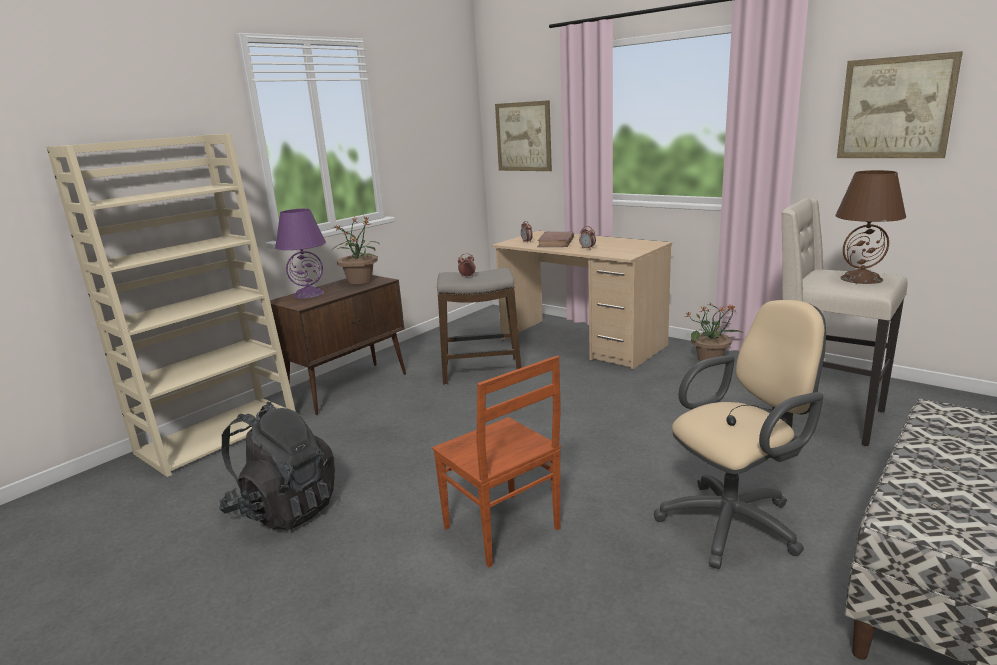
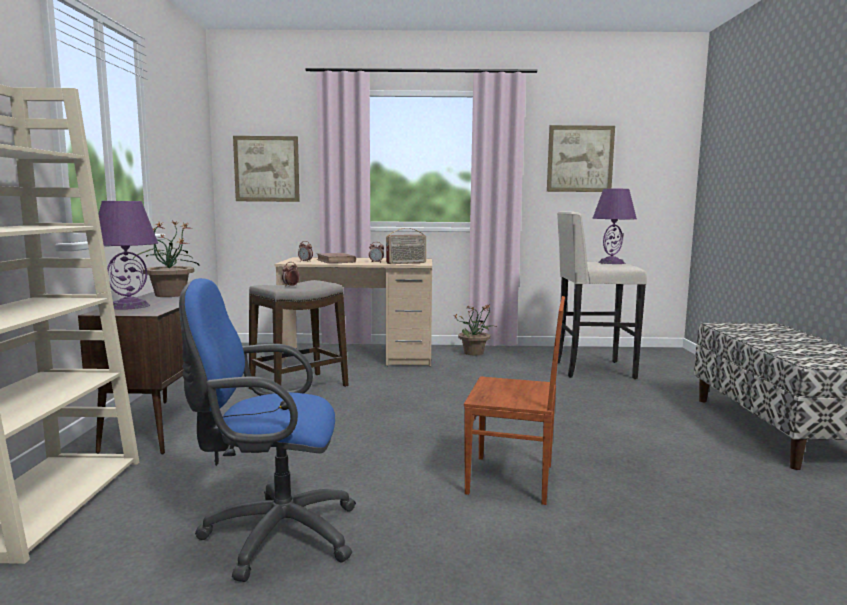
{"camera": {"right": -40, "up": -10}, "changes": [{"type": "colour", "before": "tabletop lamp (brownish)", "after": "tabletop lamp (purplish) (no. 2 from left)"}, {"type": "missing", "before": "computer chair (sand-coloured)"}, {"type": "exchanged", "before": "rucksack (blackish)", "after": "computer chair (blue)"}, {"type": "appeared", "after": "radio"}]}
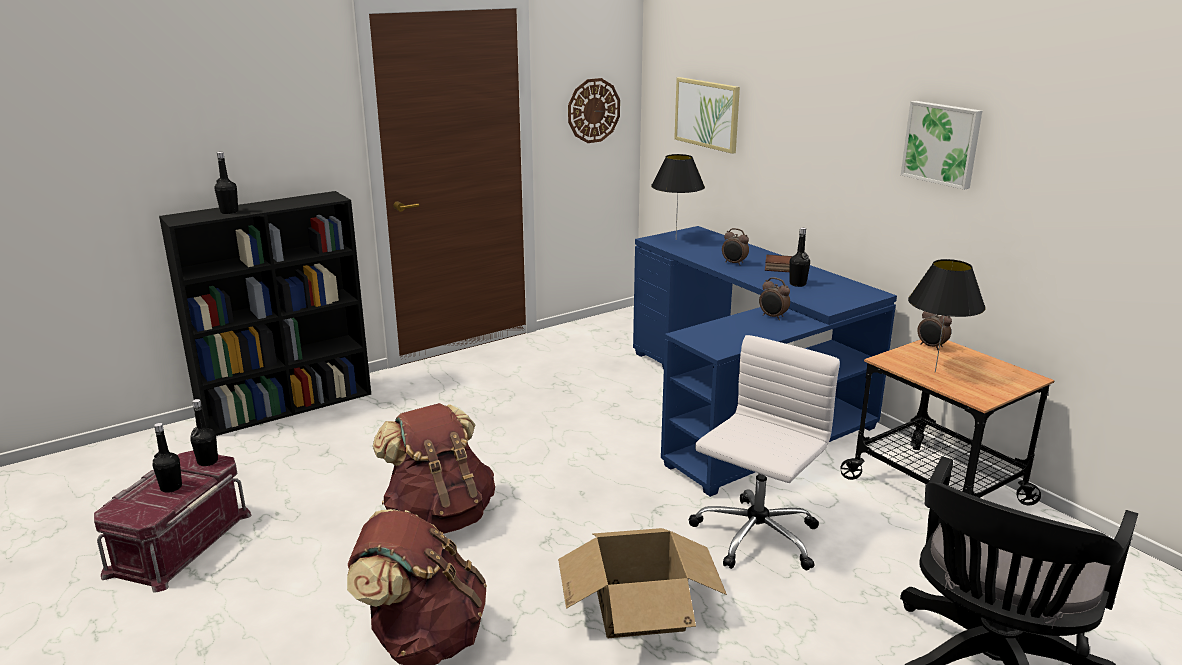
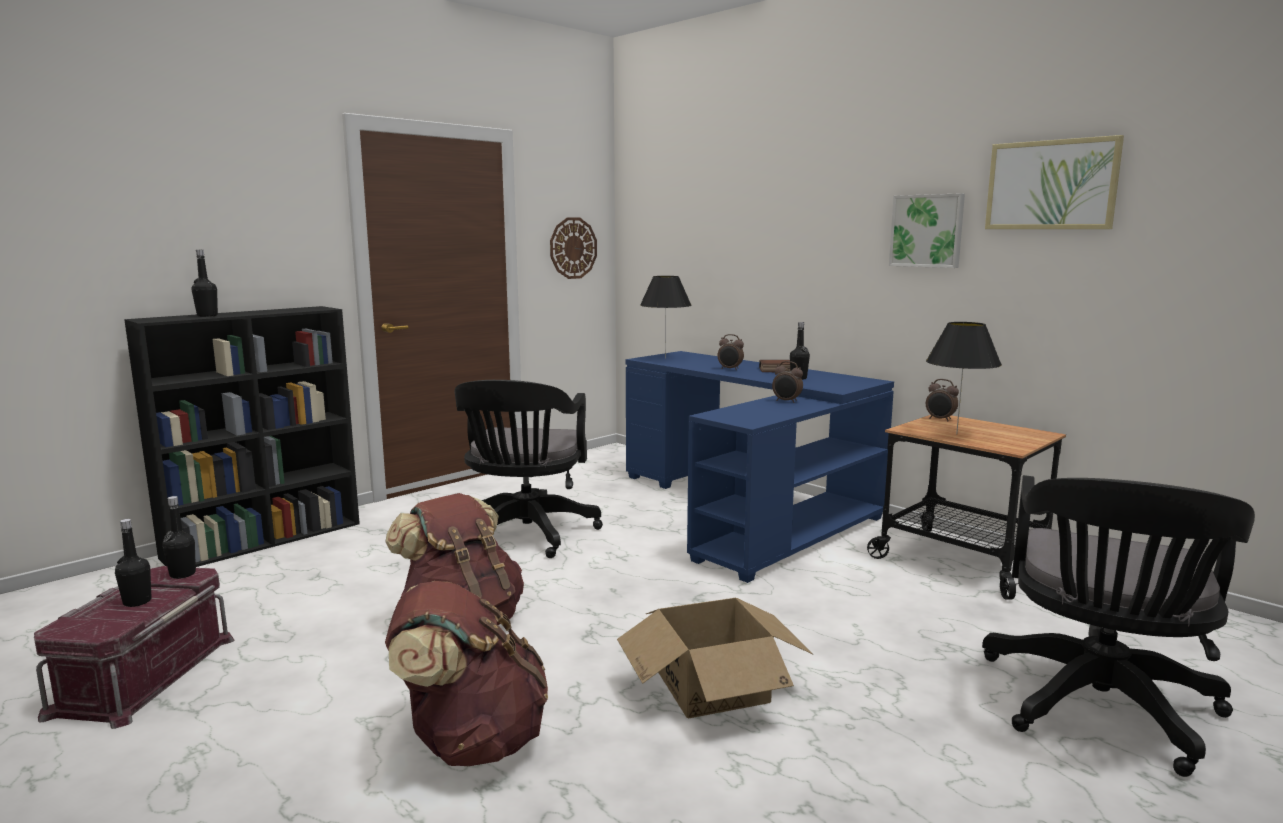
{"camera": {"right": -10, "up": -10}, "changes": [{"type": "relocated", "before": "picture (no. 1 from left in the first image)", "after": "picture (no. 2 from left)"}, {"type": "missing", "before": "computer chair (whitish)"}, {"type": "appeared", "after": "computer chair (blackish) (no. 1 from left)"}]}
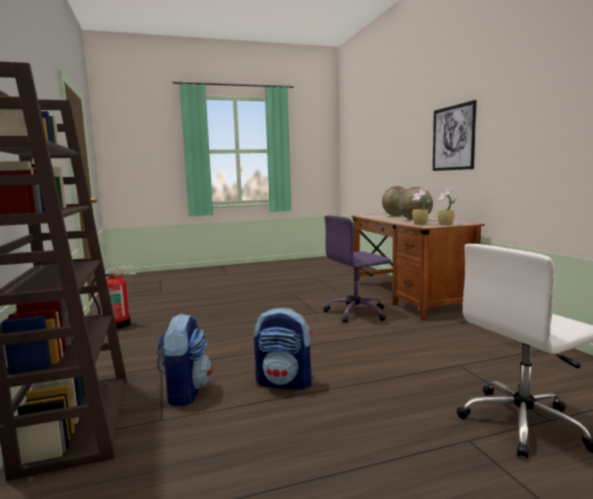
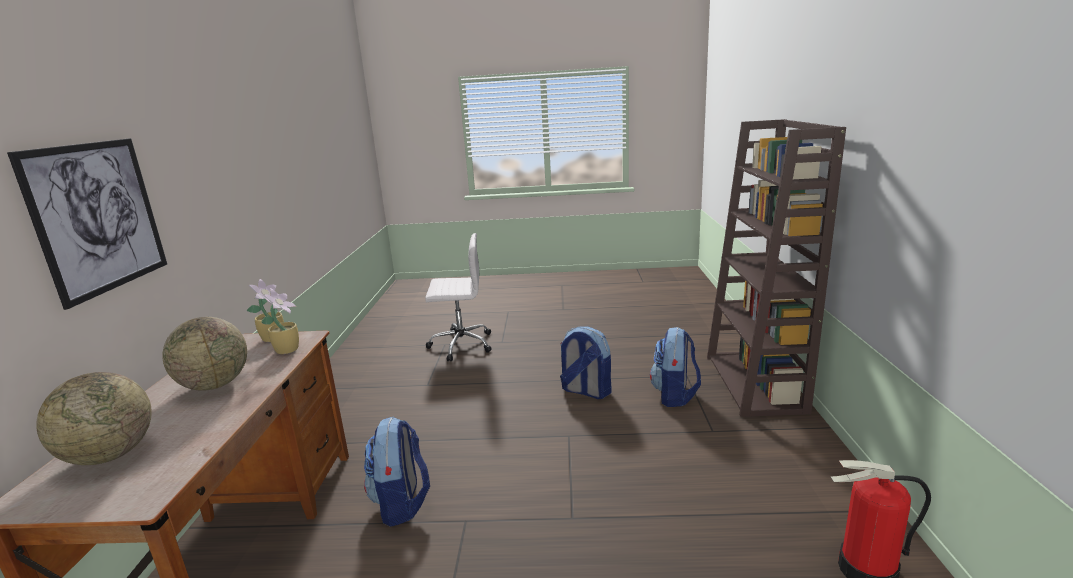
{"camera": {"right": -160, "up": 10}, "changes": [{"type": "exchanged", "before": "computer chair (purplish)", "after": "rucksack (no. 1 from left)"}]}
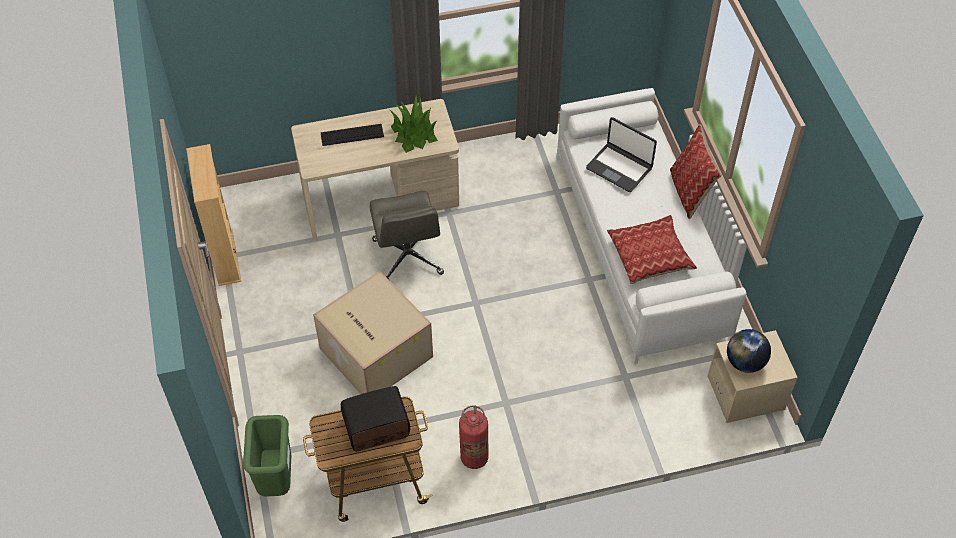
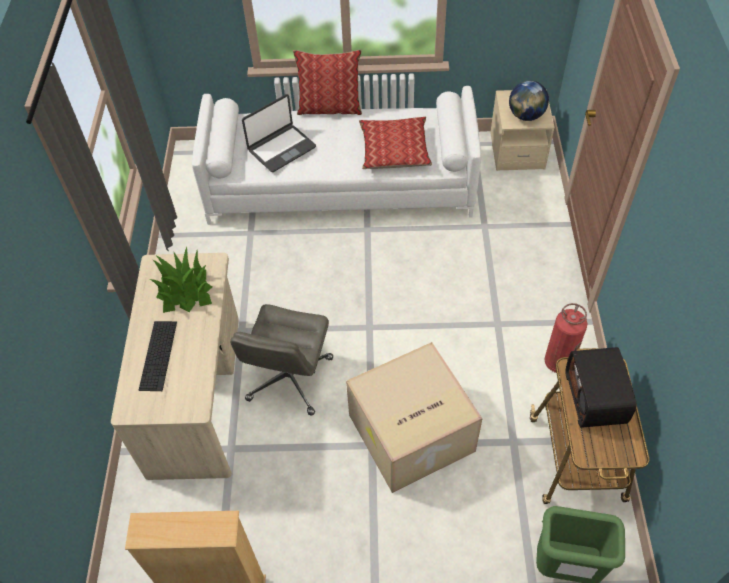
{"camera": {"right": -75, "up": 0}, "changes": [{"type": "spun", "before": "computer chair (grey)", "turn": 105}]}
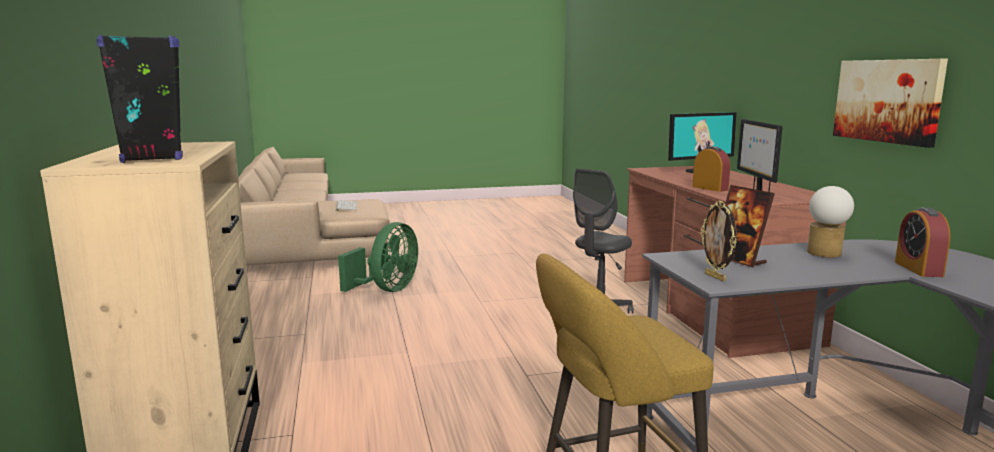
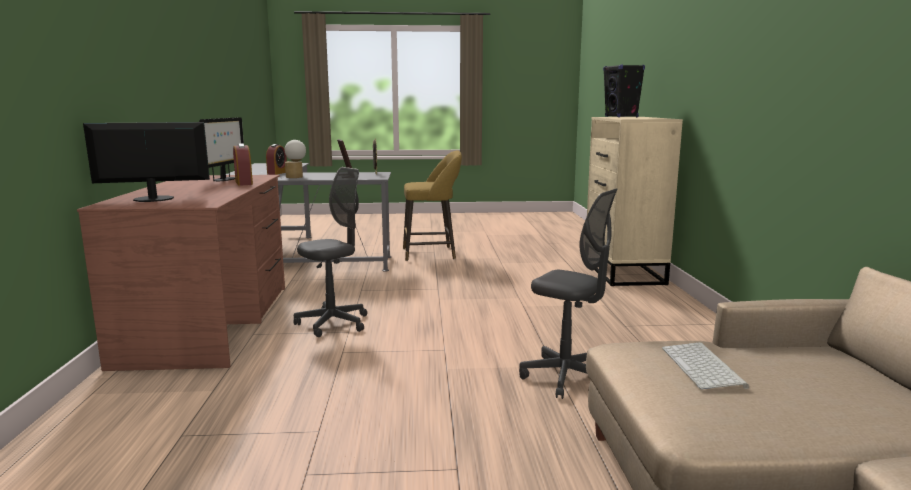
{"camera": {"right": -170, "up": 0}, "changes": [{"type": "missing", "before": "picture"}, {"type": "exchanged", "before": "electric fan (greenish)", "after": "computer chair (grey) (no. 2 from left)"}]}
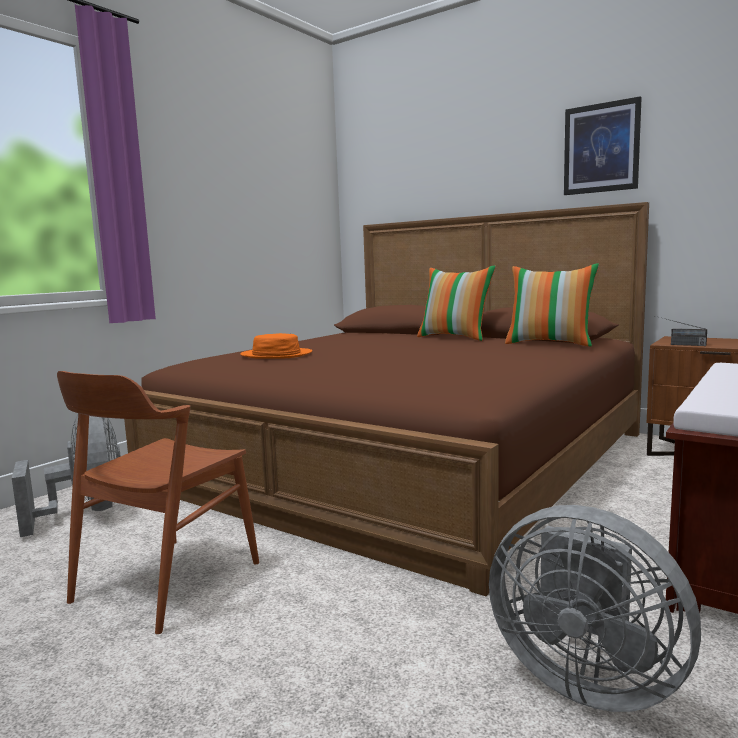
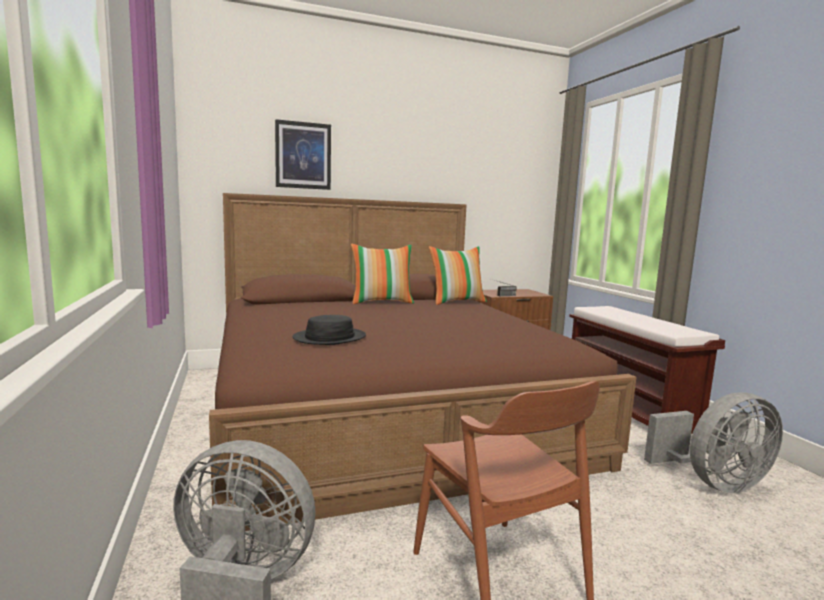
{"camera": {"right": -55, "up": 0}, "changes": [{"type": "relocated", "before": "picture"}, {"type": "colour", "before": "clothing hat (orange)", "after": "clothing hat (blackish)"}]}
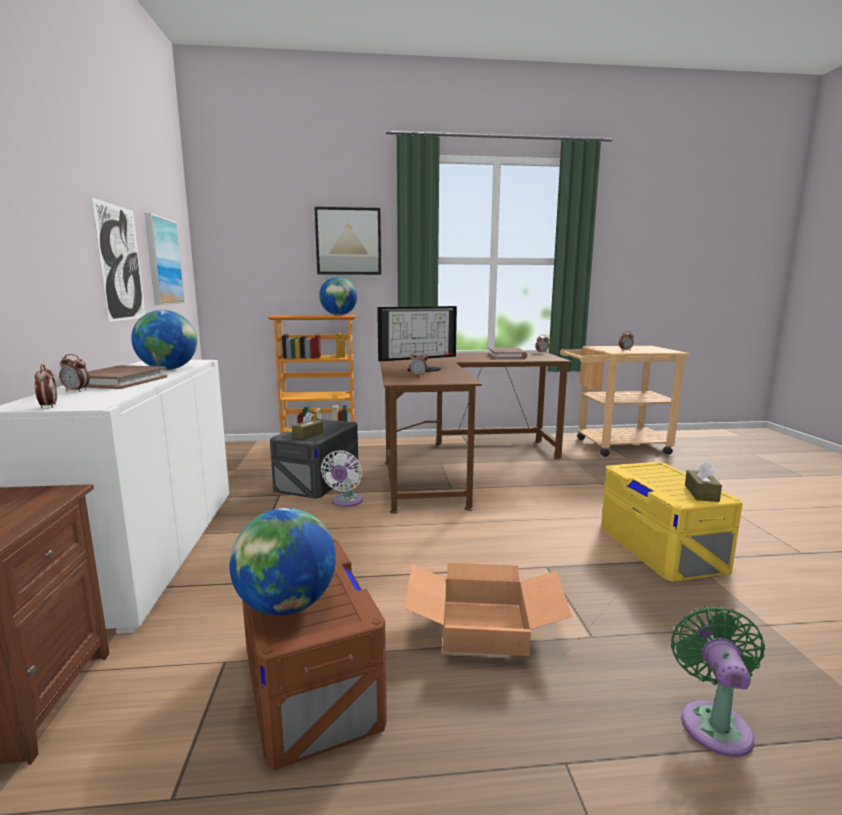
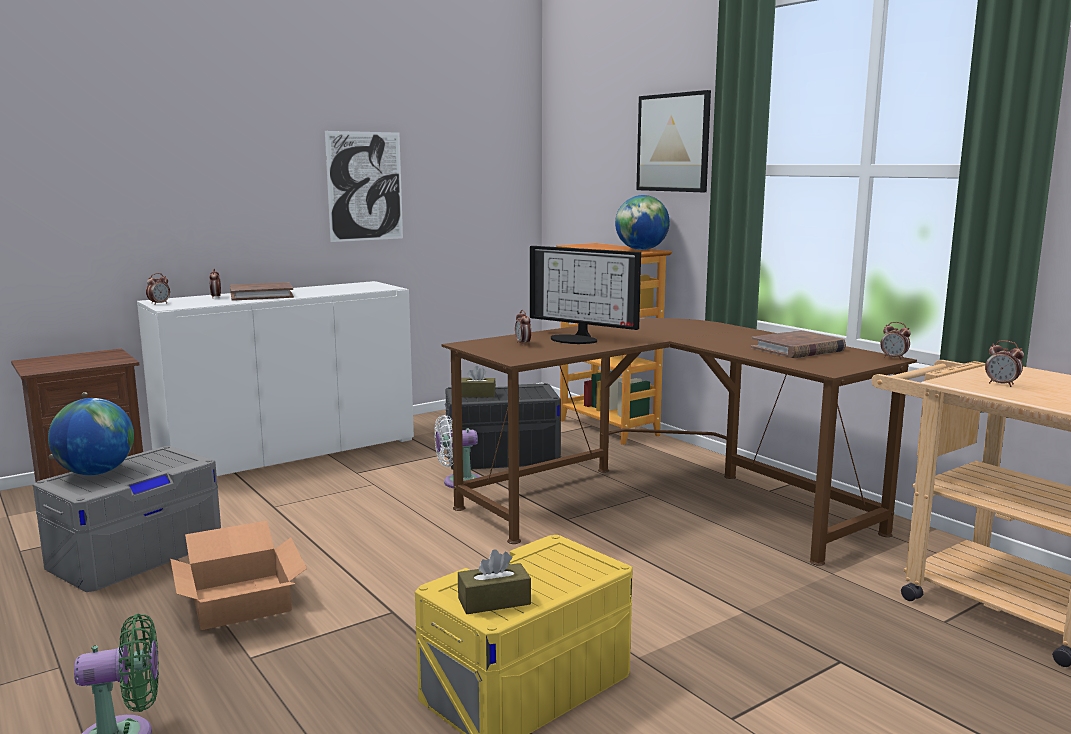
{"camera": {"right": 60, "up": 0}, "changes": [{"type": "missing", "before": "picture (no. 2 from left)"}, {"type": "missing", "before": "desk globe (no. 1 from left)"}, {"type": "colour", "before": "storage box (brownish)", "after": "storage box (grey) (no. 1 from left)"}]}
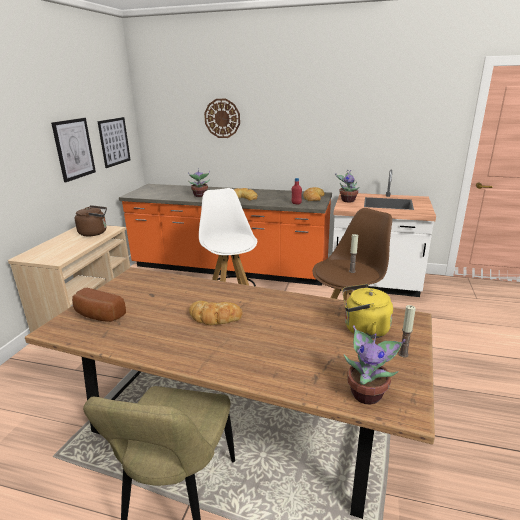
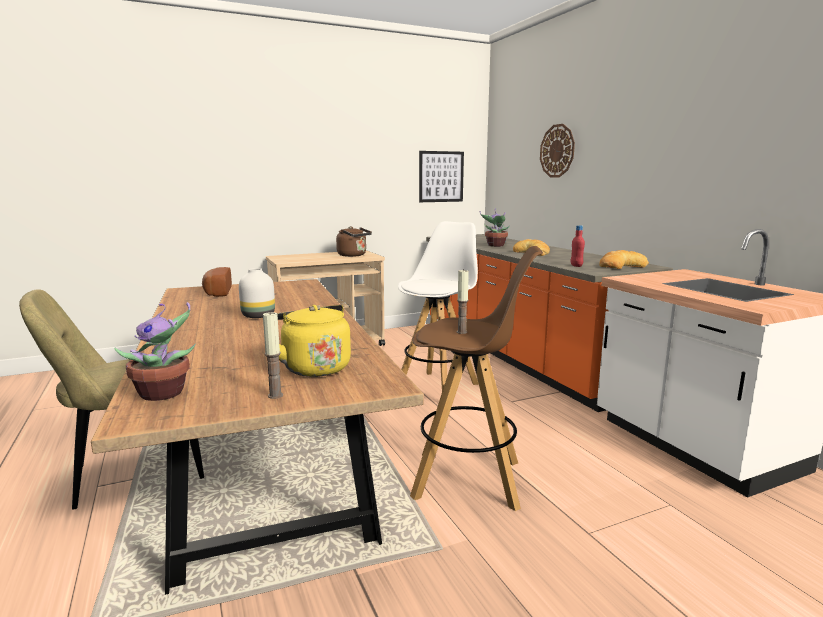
{"camera": {"right": 50, "up": -10}, "changes": [{"type": "missing", "before": "picture (no. 1 from left)"}, {"type": "missing", "before": "houseplant (no. 2 from left)"}, {"type": "exchanged", "before": "bakery bread (no. 2 from left)", "after": "vase (whitish)"}]}
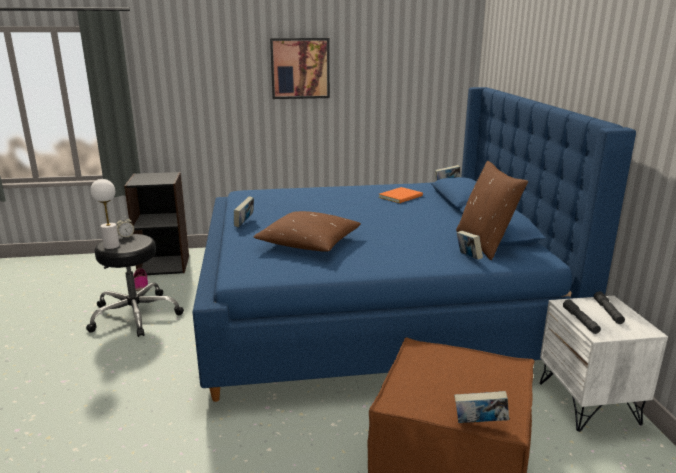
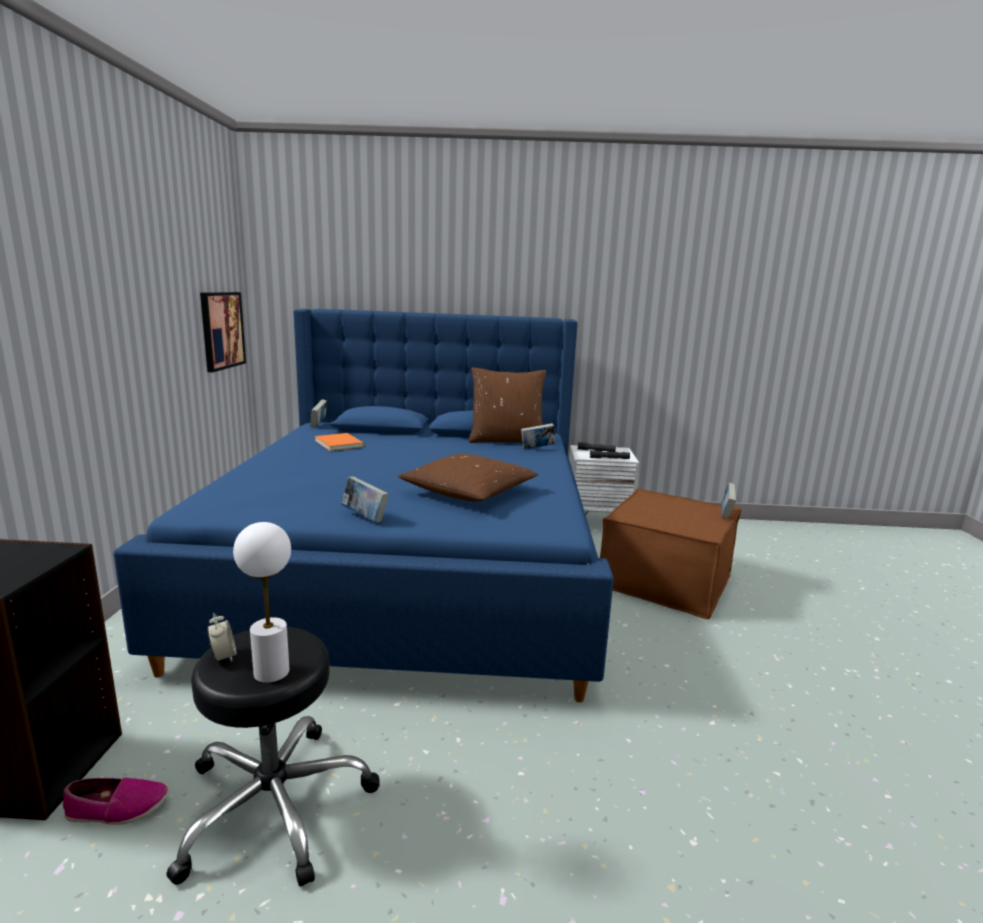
{"camera": {"right": -80, "up": -5}, "changes": [{"type": "relocated", "before": "picture"}]}
